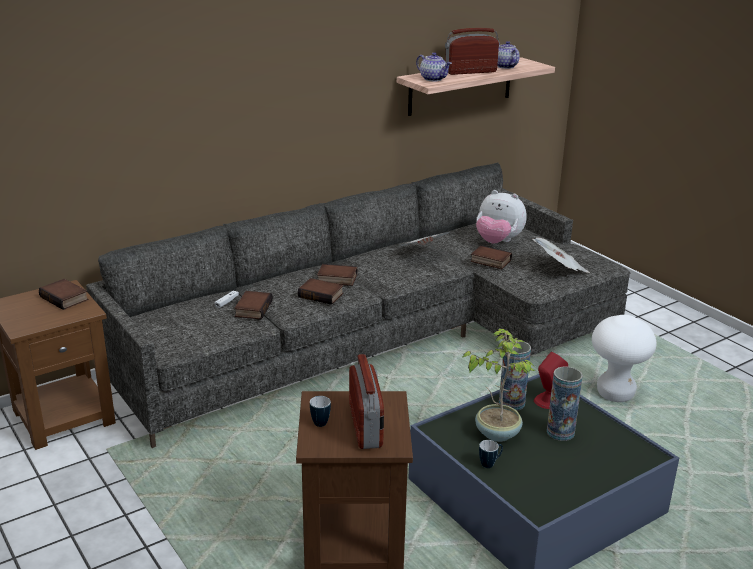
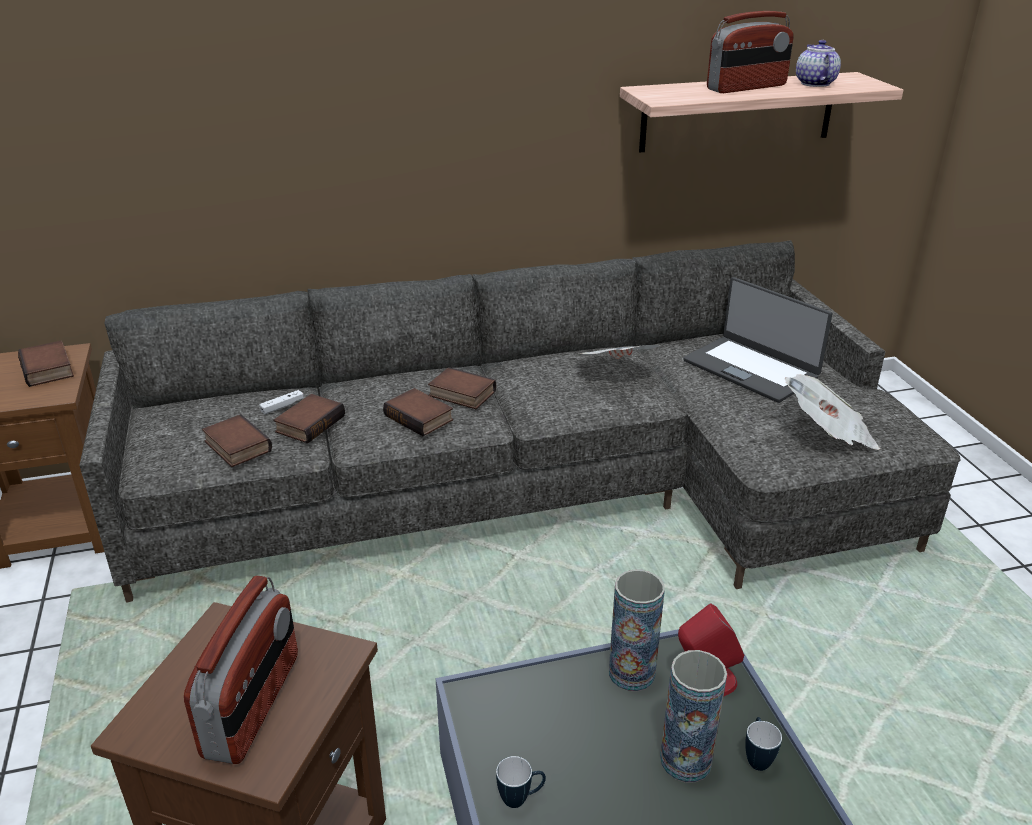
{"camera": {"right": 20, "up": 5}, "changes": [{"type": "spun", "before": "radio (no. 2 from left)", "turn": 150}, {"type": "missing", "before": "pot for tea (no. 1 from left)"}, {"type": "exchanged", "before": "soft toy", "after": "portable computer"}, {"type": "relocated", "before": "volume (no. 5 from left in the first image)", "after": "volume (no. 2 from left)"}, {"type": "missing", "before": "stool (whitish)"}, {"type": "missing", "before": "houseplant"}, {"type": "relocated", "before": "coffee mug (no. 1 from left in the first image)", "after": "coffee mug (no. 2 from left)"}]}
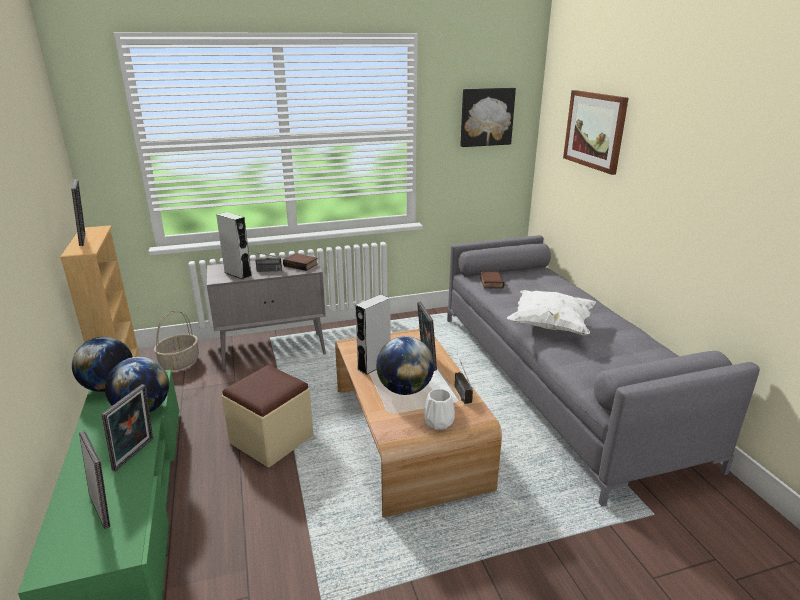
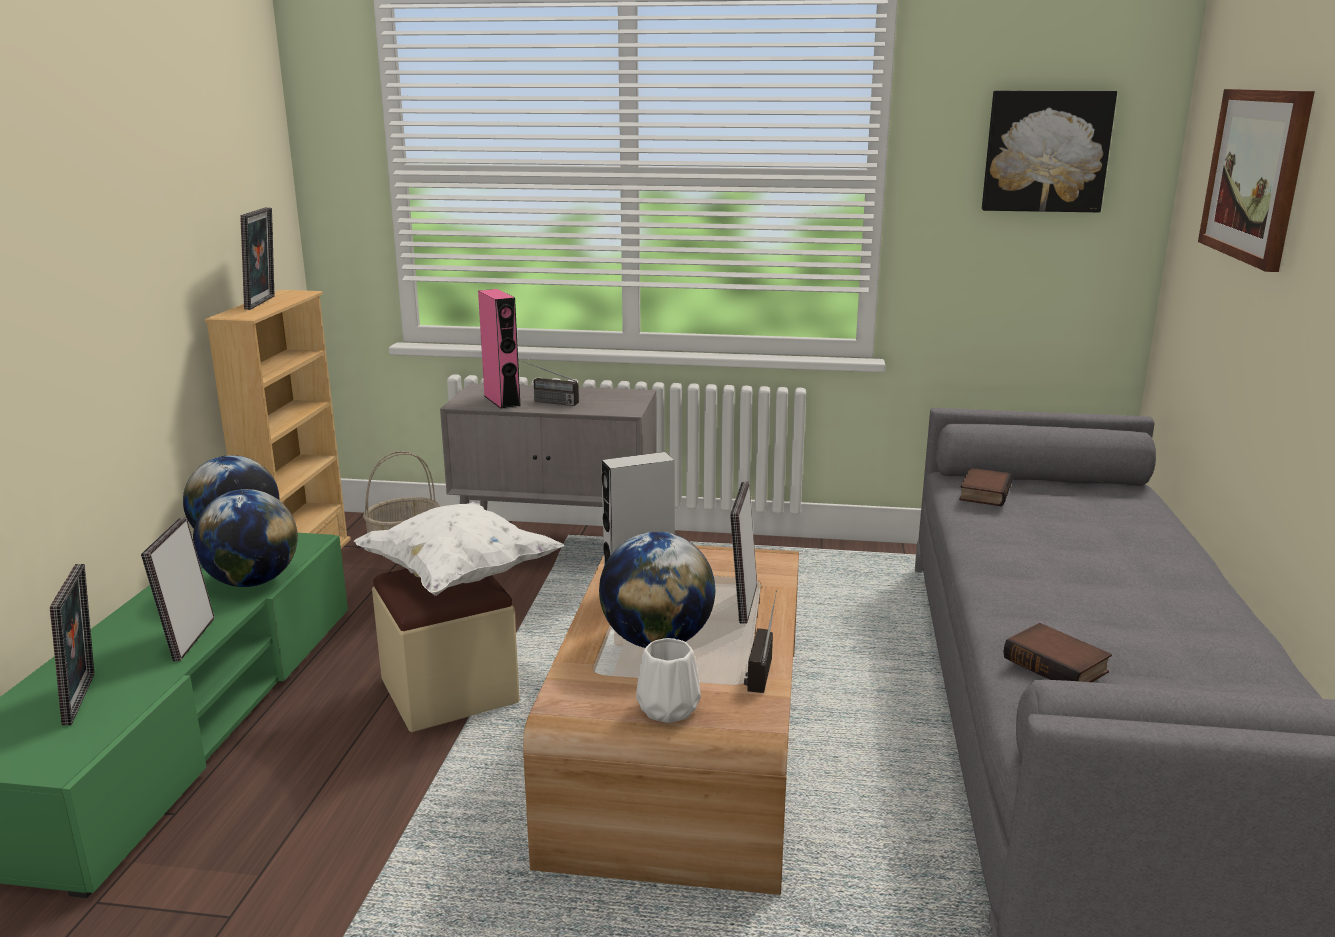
{"camera": {"right": 25, "up": -5}, "changes": [{"type": "colour", "before": "loudspeaker (grey) (no. 1 from left)", "after": "loudspeaker (pink-coloured)"}, {"type": "relocated", "before": "volume (no. 1 from left in the first image)", "after": "volume (no. 2 from left)"}, {"type": "relocated", "before": "pillow (whitish)"}, {"type": "spun", "before": "standing frame (no. 3 from left in the first image)", "turn": 135}]}
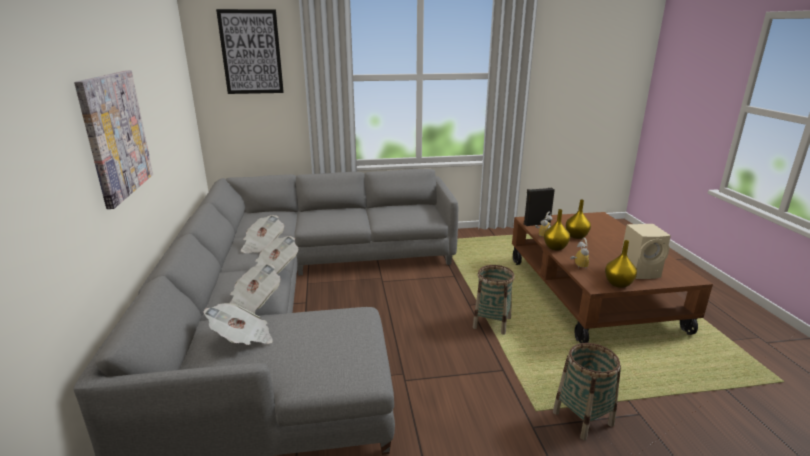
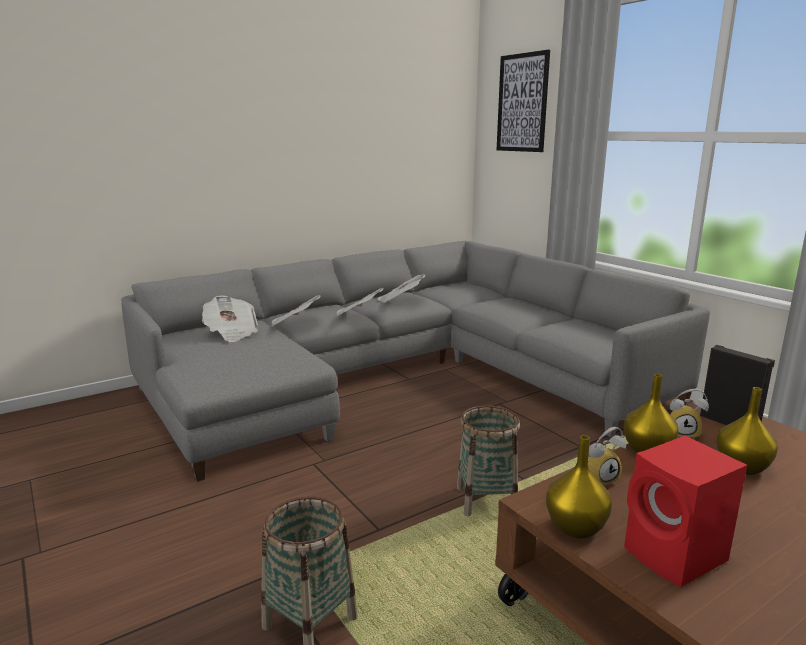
{"camera": {"right": 65, "up": -5}, "changes": [{"type": "missing", "before": "picture (no. 1 from left)"}, {"type": "colour", "before": "loudspeaker (sand-coloured)", "after": "loudspeaker (red)"}]}
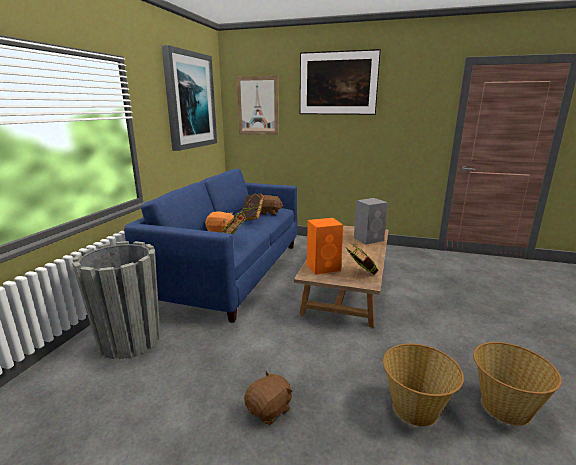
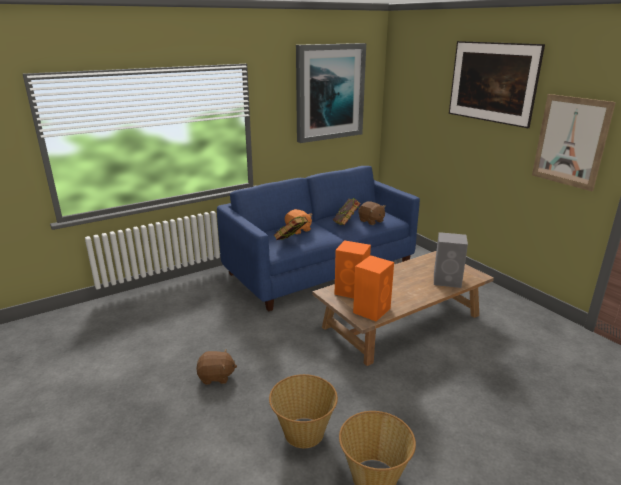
{"camera": {"right": 40, "up": 5}, "changes": [{"type": "relocated", "before": "picture (no. 2 from left in the first image)", "after": "picture (no. 3 from left)"}, {"type": "missing", "before": "plant pot (grey)"}, {"type": "exchanged", "before": "volume (no. 3 from left)", "after": "loudspeaker (orange) (no. 2 from left)"}]}
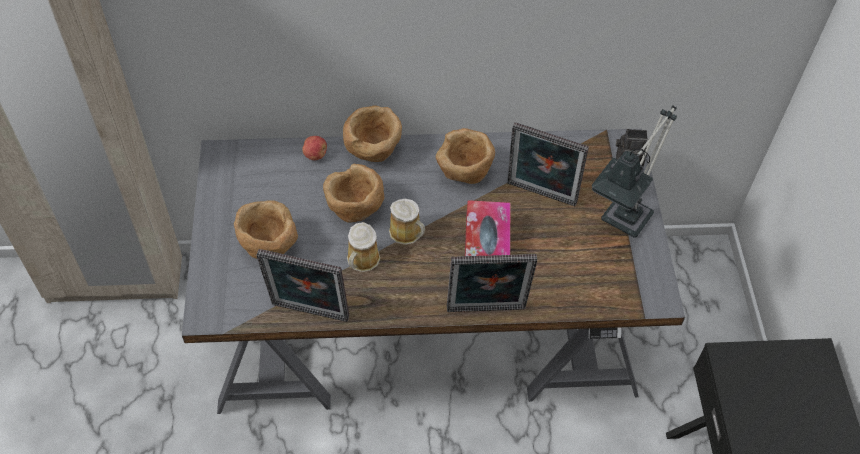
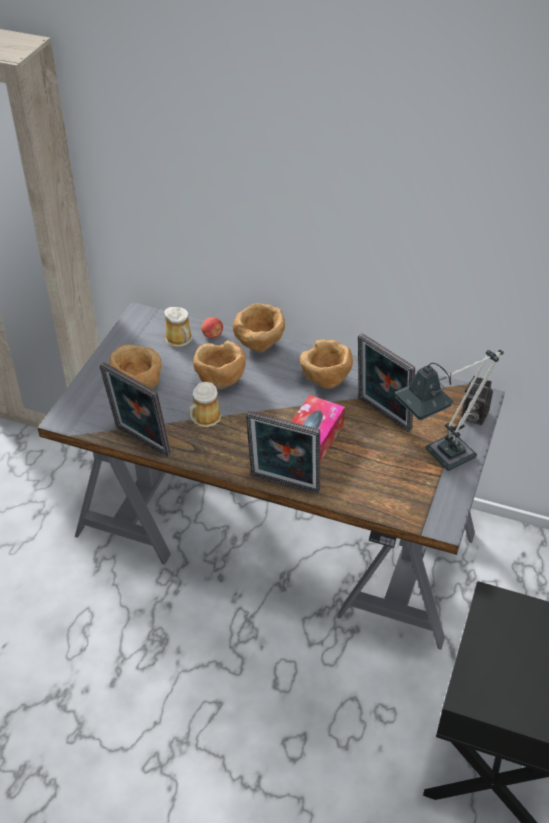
{"camera": {"right": 25, "up": -10}, "changes": [{"type": "relocated", "before": "coffee mug (no. 2 from left in the first image)", "after": "coffee mug (no. 1 from left)"}]}
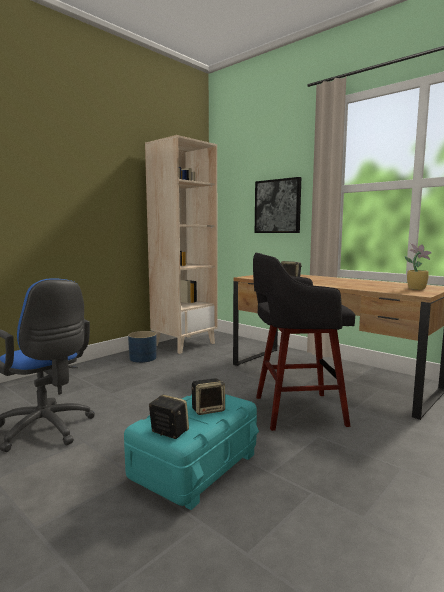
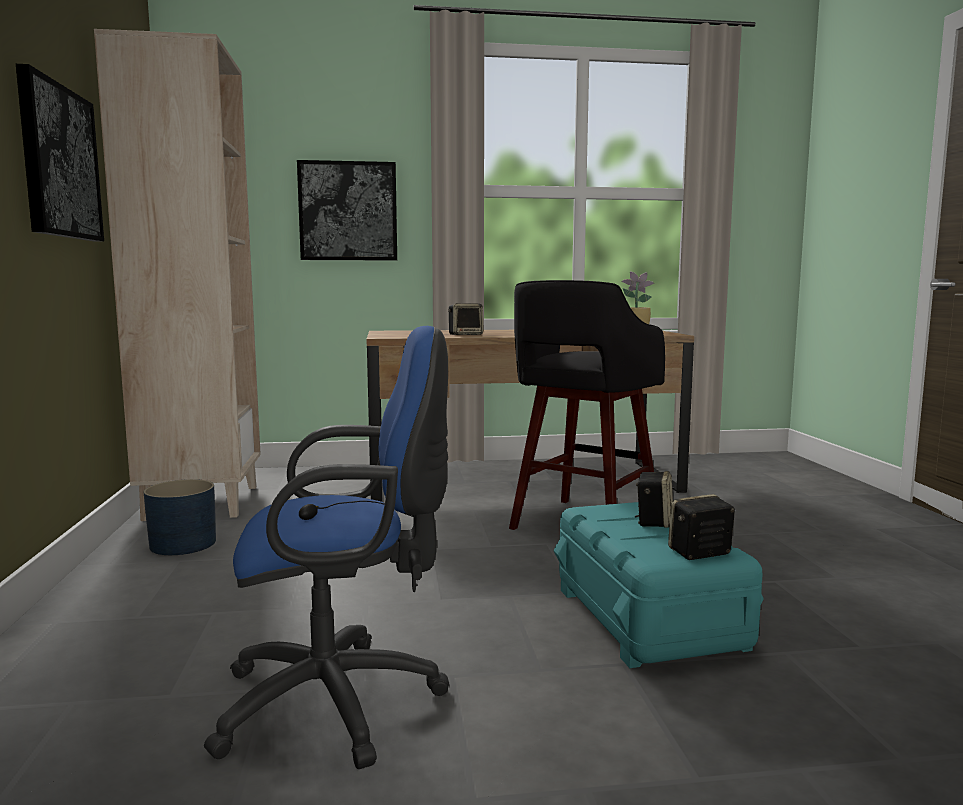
{"camera": {"right": -50, "up": 0}, "changes": [{"type": "appeared", "after": "picture (no. 1 from left)"}]}
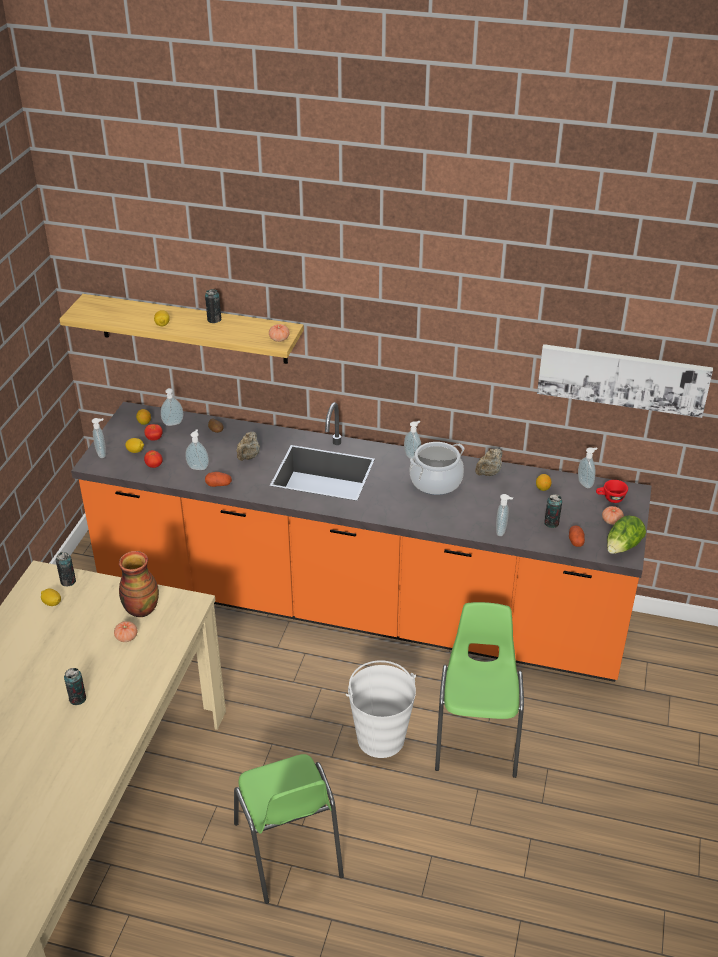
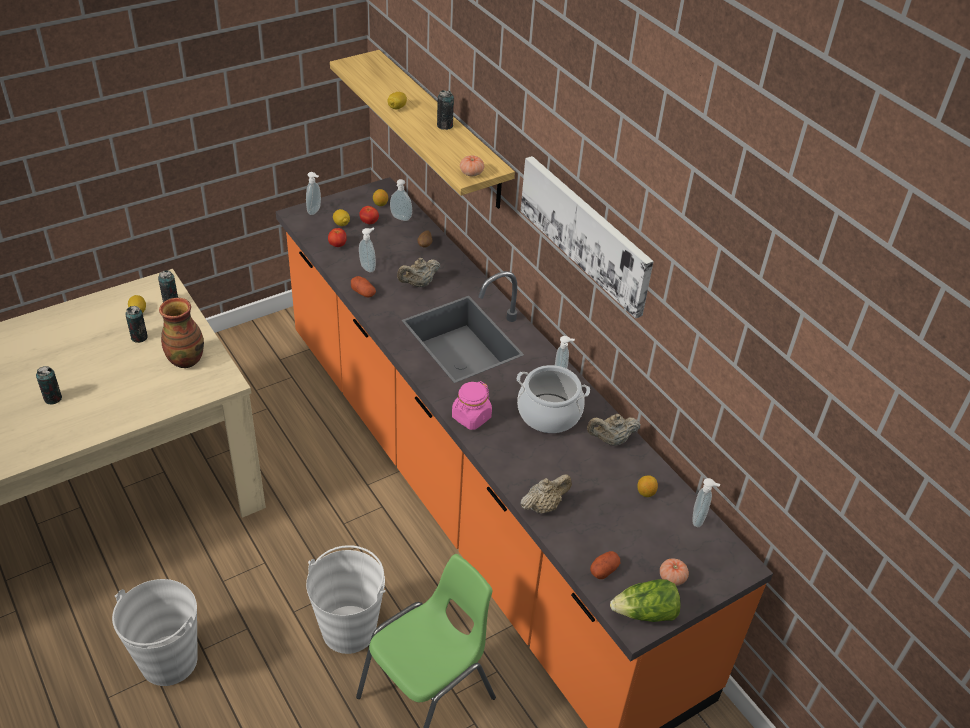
{"camera": {"right": 40, "up": 5}, "changes": [{"type": "relocated", "before": "picture"}, {"type": "missing", "before": "drinking cup (red)"}, {"type": "exchanged", "before": "liquid soap bottle (no. 5 from left)", "after": "pot for tea (sand-coloured) (no. 2 from left)"}, {"type": "relocated", "before": "sealed can (no. 4 from left in the first image)", "after": "sealed can (no. 2 from left)"}, {"type": "missing", "before": "fresh tomato (no. 1 from left)"}, {"type": "exchanged", "before": "chair (greenish) (no. 1 from left)", "after": "pail (whitish) (no. 1 from left)"}, {"type": "appeared", "after": "storage jar (pink-coloured)"}]}
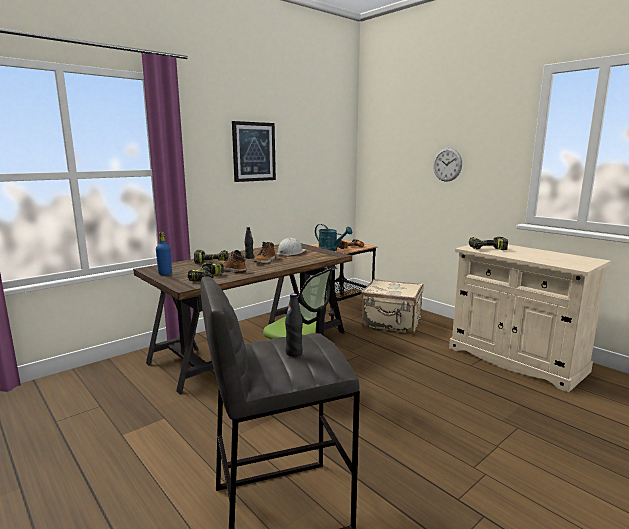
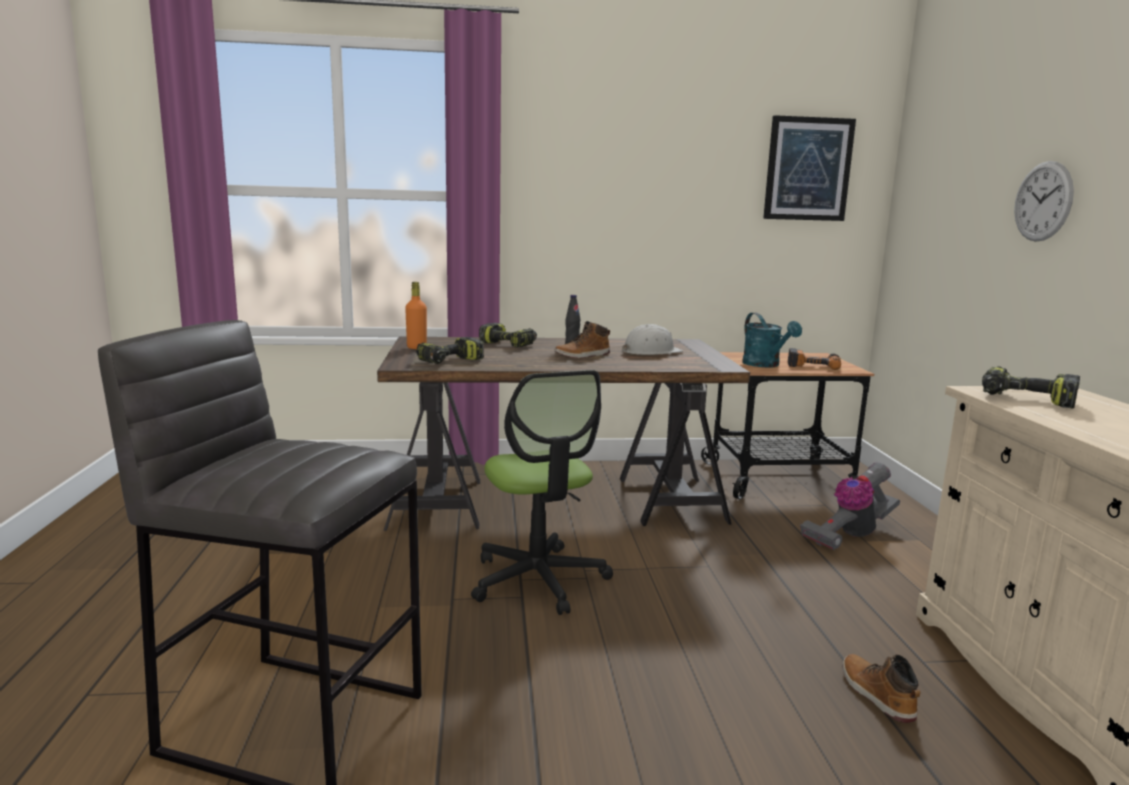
{"camera": {"right": 35, "up": 0}, "changes": [{"type": "relocated", "before": "picture"}, {"type": "colour", "before": "beverage bottle (blue)", "after": "beverage bottle (orange)"}, {"type": "relocated", "before": "tall boot (no. 1 from left in the first image)", "after": "tall boot (no. 2 from left)"}, {"type": "exchanged", "before": "travel case (sand-coloured)", "after": "vacuum cleaner"}, {"type": "missing", "before": "beverage bottle (blackish) (no. 2 from left)"}]}
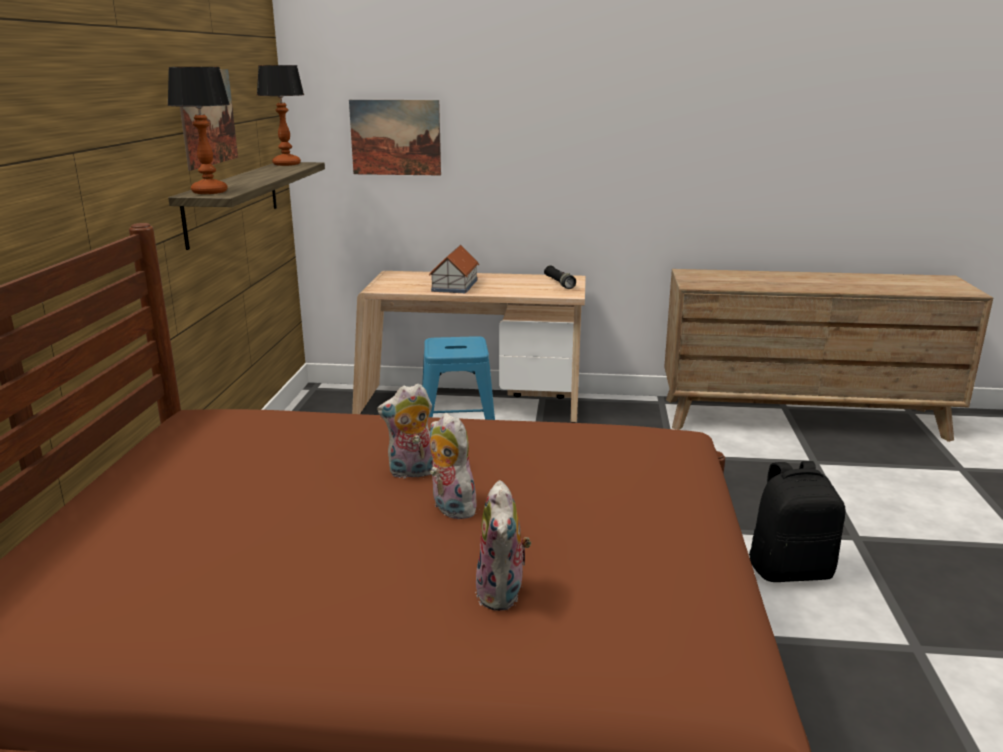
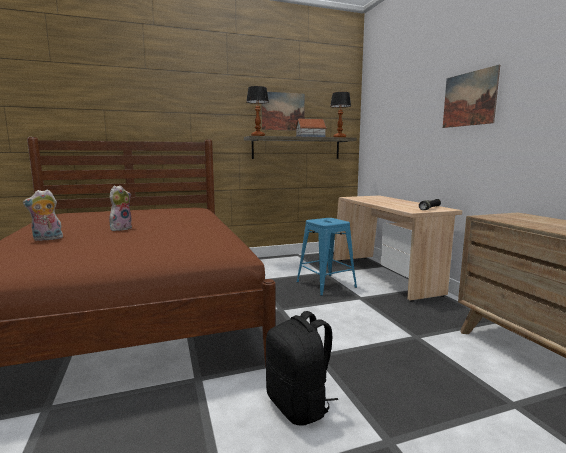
{"camera": {"right": 65, "up": -10}, "changes": [{"type": "relocated", "before": "picture (no. 2 from left)"}, {"type": "relocated", "before": "miniature house"}, {"type": "missing", "before": "soft toy (no. 1 from left)"}]}
